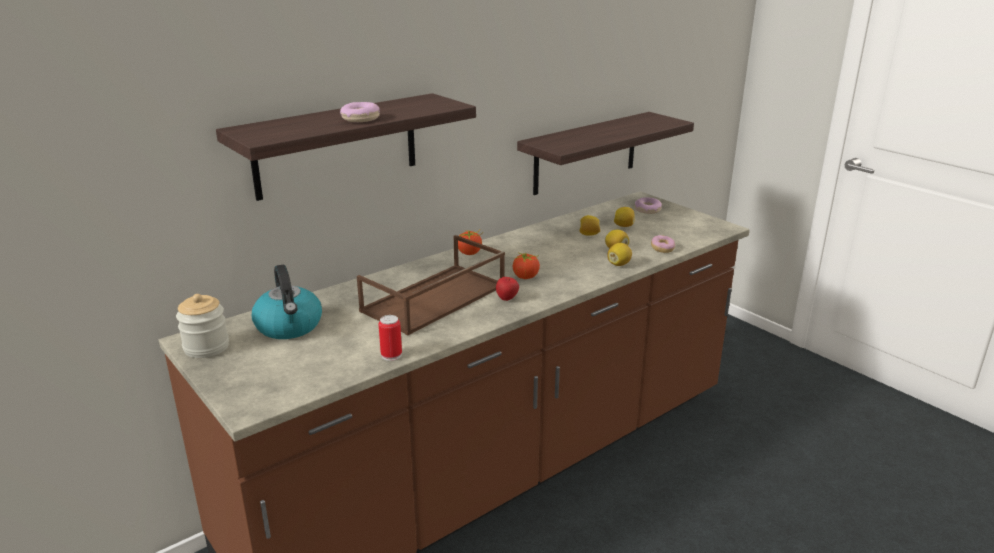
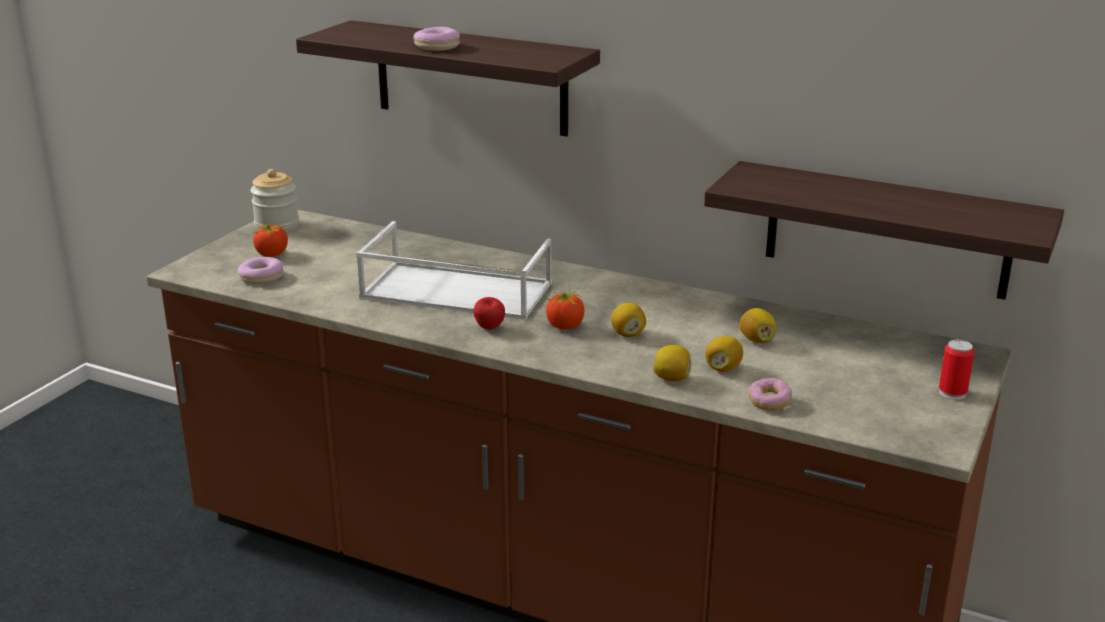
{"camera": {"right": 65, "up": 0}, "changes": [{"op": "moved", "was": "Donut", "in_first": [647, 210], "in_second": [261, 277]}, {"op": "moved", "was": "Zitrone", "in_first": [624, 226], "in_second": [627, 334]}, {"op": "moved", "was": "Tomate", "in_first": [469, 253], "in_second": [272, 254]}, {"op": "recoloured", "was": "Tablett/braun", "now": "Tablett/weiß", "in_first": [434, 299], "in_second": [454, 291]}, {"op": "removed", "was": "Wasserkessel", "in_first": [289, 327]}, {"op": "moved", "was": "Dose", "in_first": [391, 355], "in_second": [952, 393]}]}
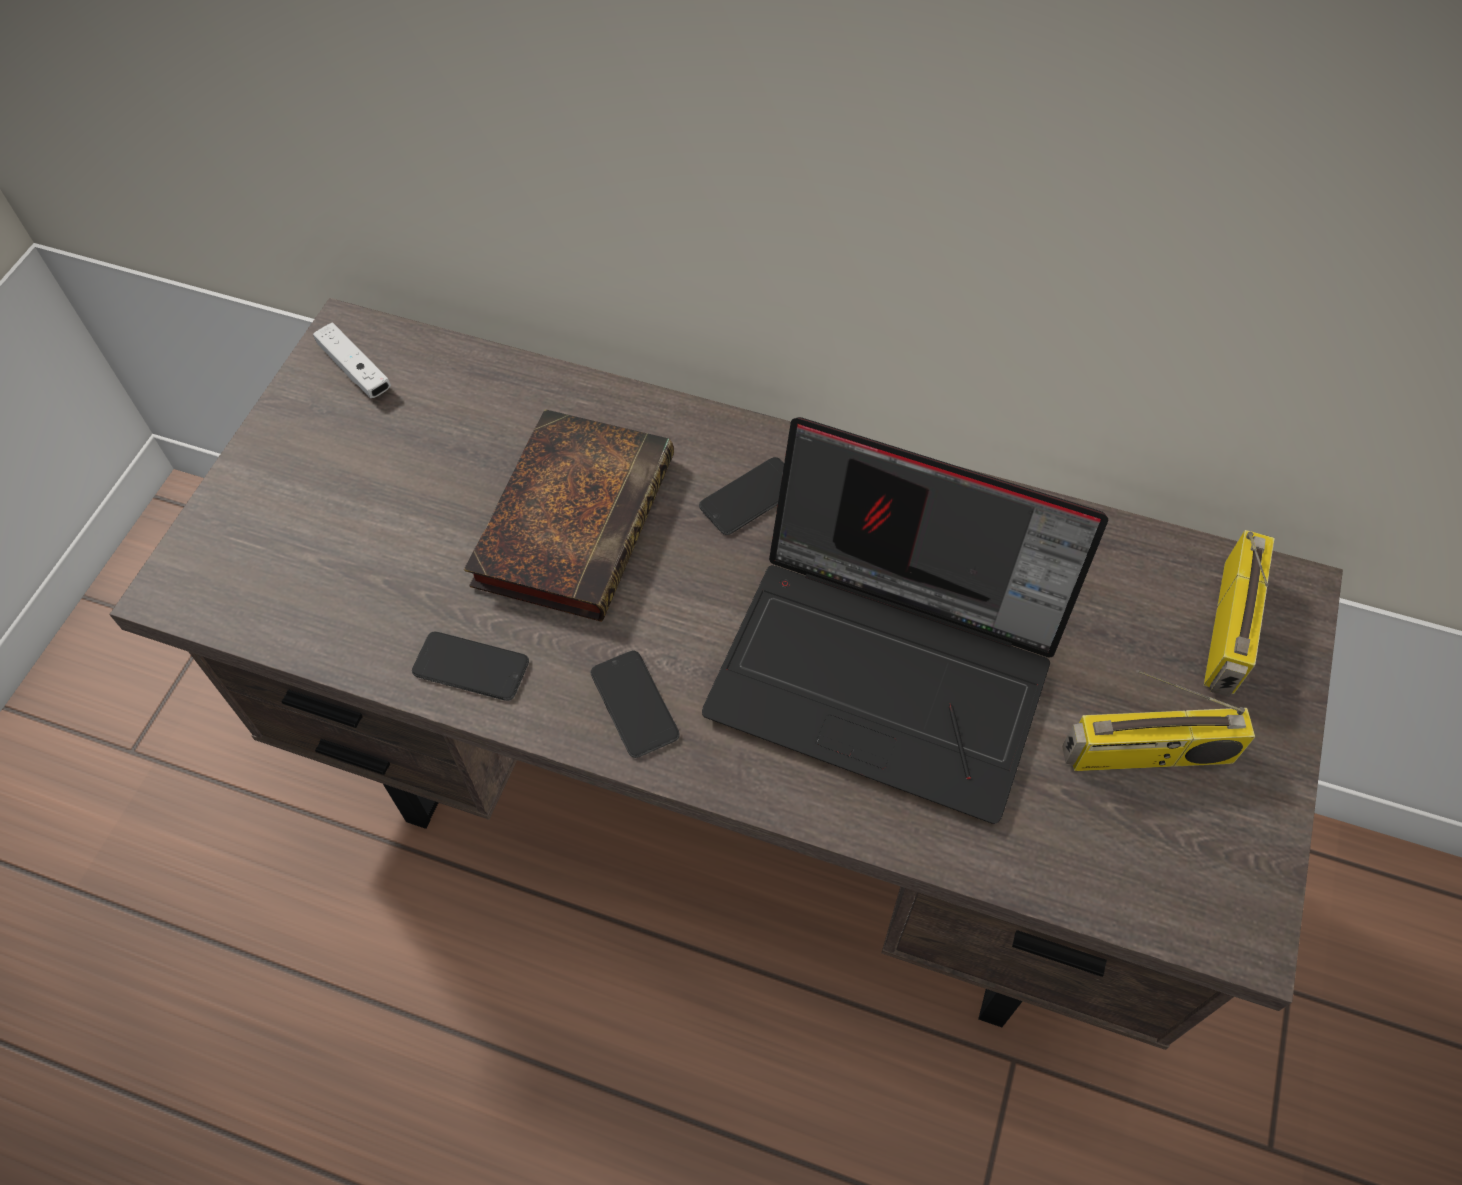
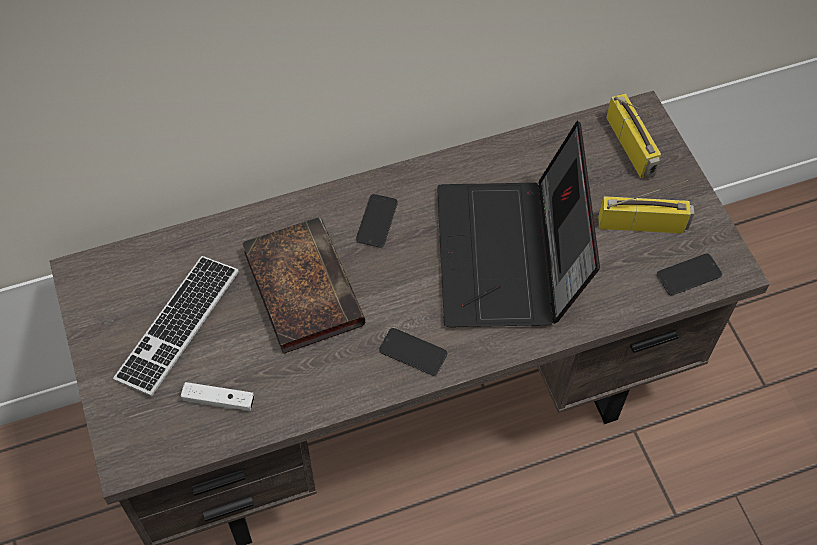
{"camera": {"right": -40, "up": 0}, "changes": [{"op": "moved", "was": "Gamepad/weiß", "in_first": [355, 370], "in_second": [219, 400]}, {"op": "turned", "was": "Laptop", "in_first": [891, 668], "in_second": [510, 257], "clockwise": 105}, {"op": "moved", "was": "Handy", "in_first": [471, 667], "in_second": [688, 275]}, {"op": "turned", "was": "Radio", "in_first": [1146, 755], "in_second": [642, 223], "clockwise": -135}, {"op": "added", "now": "Tastatur", "in_second": [178, 326]}]}
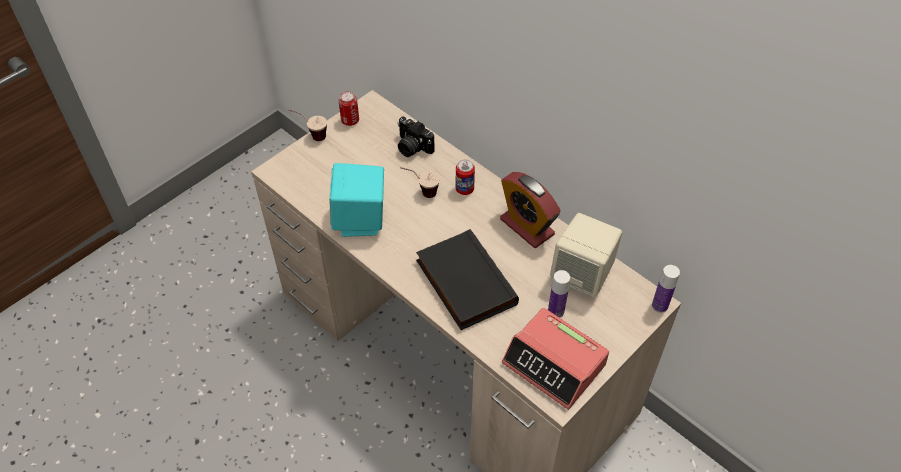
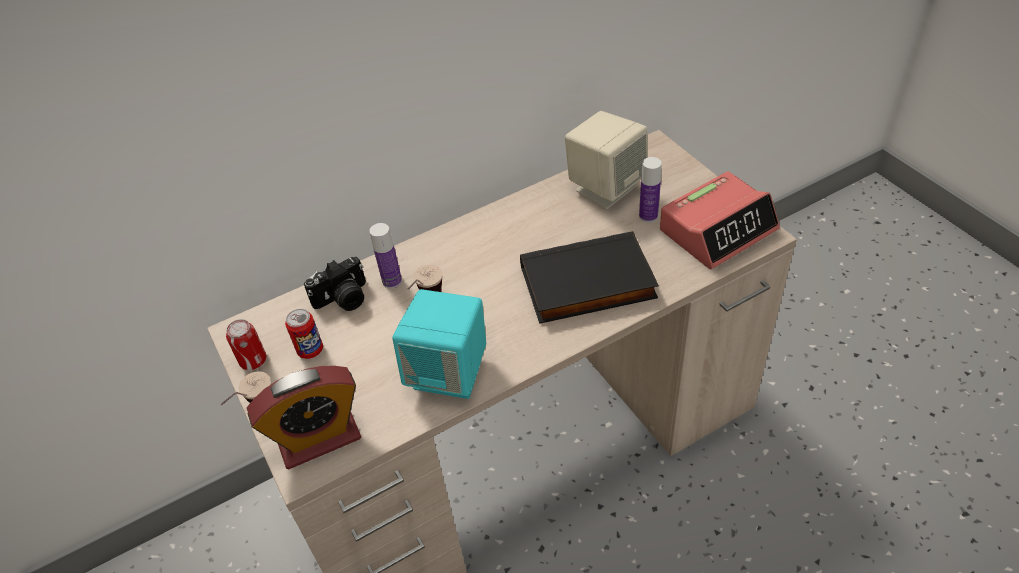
{"camera": {"right": -70, "up": -5}, "changes": [{"op": "moved", "was": "Dose", "in_first": [464, 189], "in_second": [310, 350]}, {"op": "moved", "was": "Wecker", "in_first": [527, 226], "in_second": [319, 438]}, {"op": "moved", "was": "Flasche", "in_first": [659, 306], "in_second": [392, 281]}]}
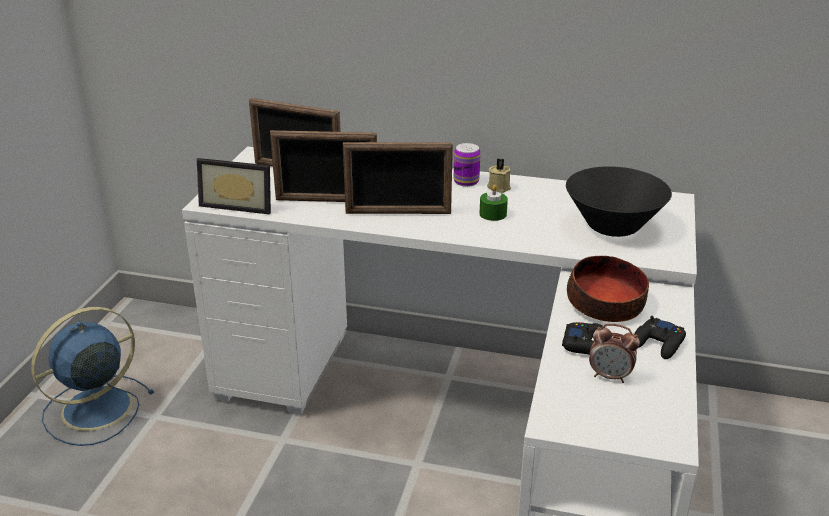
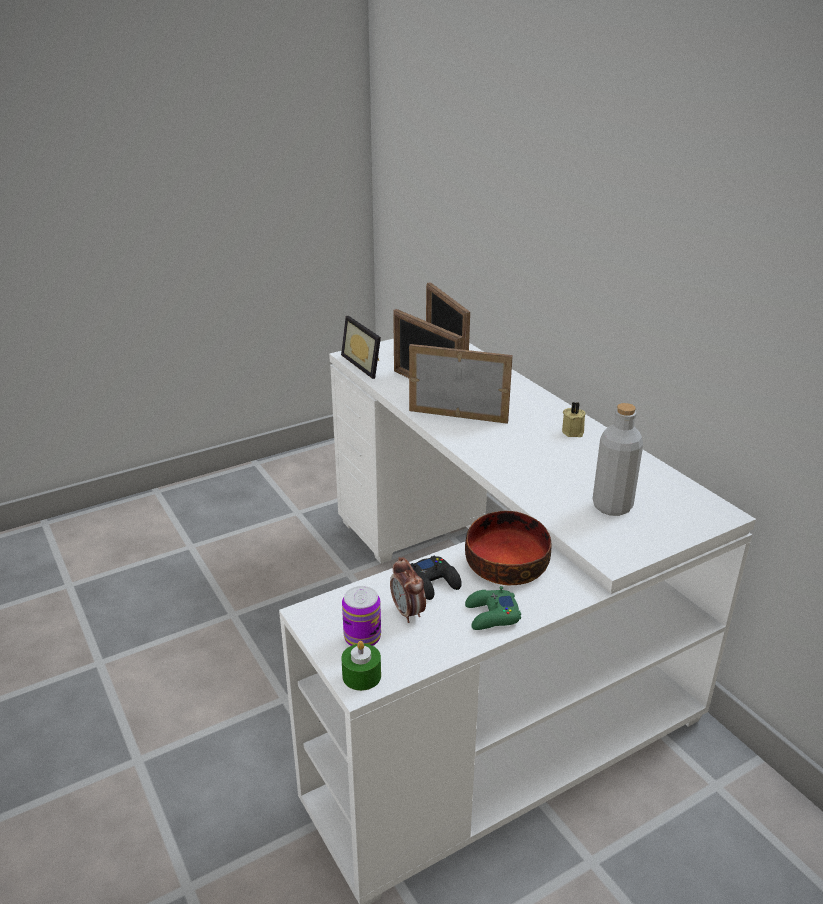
{"camera": {"right": 45, "up": 0}, "changes": [{"op": "turned", "was": "Bilderrahmen", "in_first": [398, 213], "in_second": [458, 415], "clockwise": 150}, {"op": "moved", "was": "Dose", "in_first": [466, 181], "in_second": [362, 637]}, {"op": "replaced", "was": "Schüssel/schwarz", "now": "Flasche/grau", "in_first": [613, 226], "in_second": [612, 506]}, {"op": "moved", "was": "Kerze/grün", "in_first": [493, 214], "in_second": [361, 676]}, {"op": "removed", "was": "Ventilator/blau", "in_first": [94, 409]}, {"op": "recoloured", "was": "Gamepad/schwarz", "now": "Gamepad/grün", "in_first": [658, 343], "in_second": [491, 615]}]}
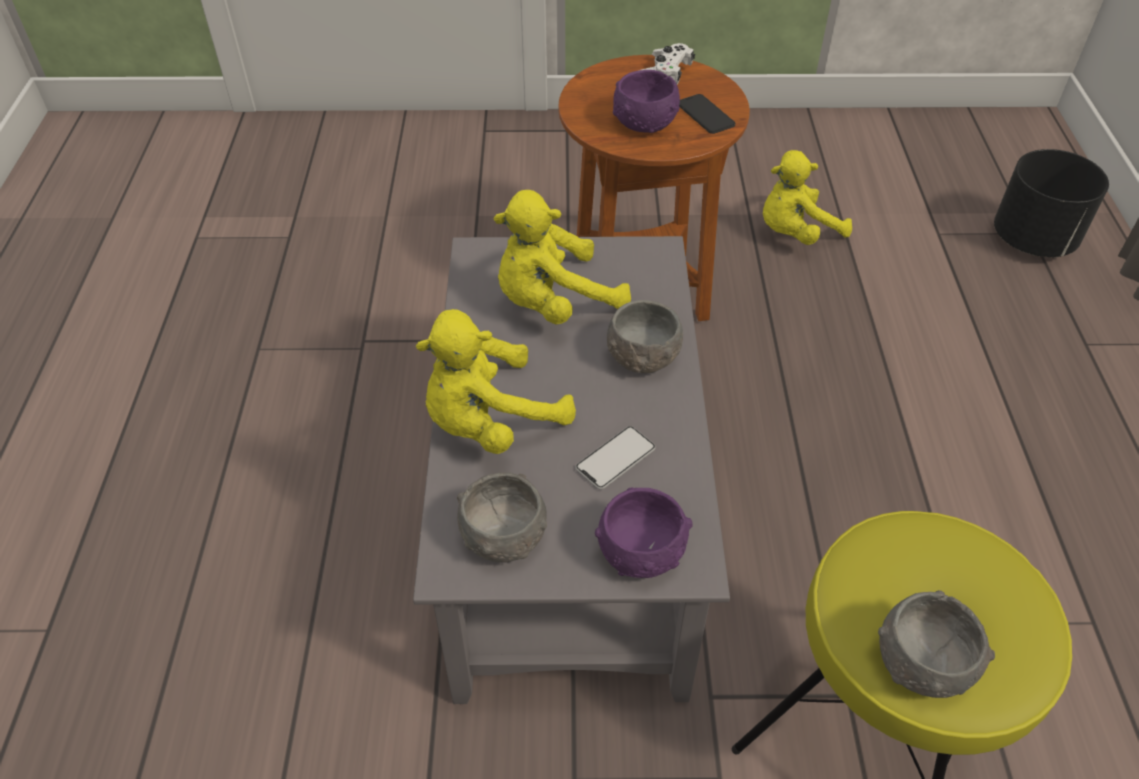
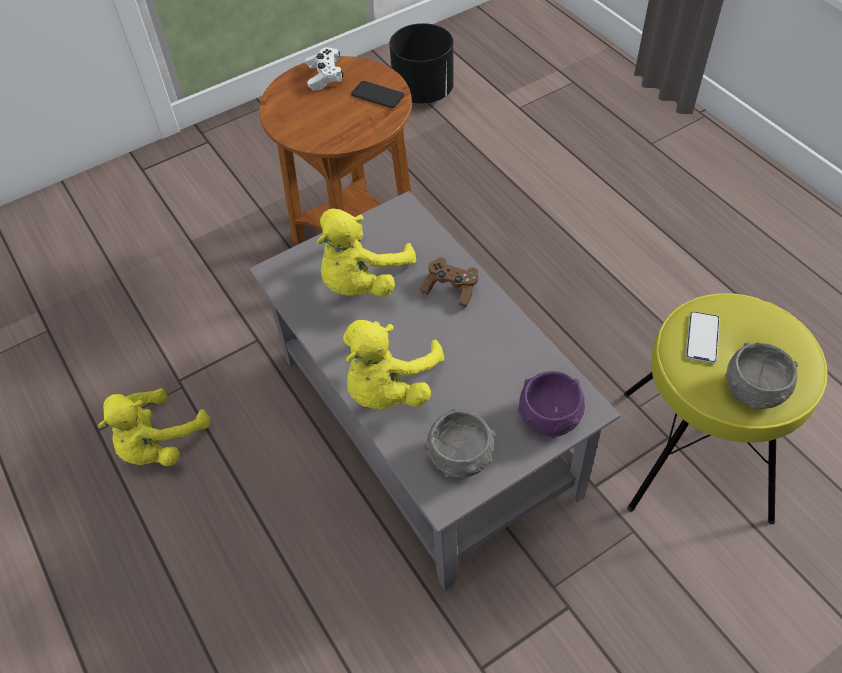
{"camera": {"right": -30, "up": 5}, "changes": [{"op": "removed", "was": "Schüssel/lila", "in_first": [645, 122]}, {"op": "moved", "was": "Pflanzkübel/schwarz", "in_first": [1033, 240], "in_second": [423, 92]}, {"op": "moved", "was": "Plüschtier/gelb", "in_first": [795, 233], "in_second": [159, 444]}, {"op": "replaced", "was": "Schüssel/grau", "now": "Gamepad/braun", "in_first": [643, 356], "in_second": [450, 288]}, {"op": "moved", "was": "Handy", "in_first": [615, 458], "in_second": [702, 338]}]}
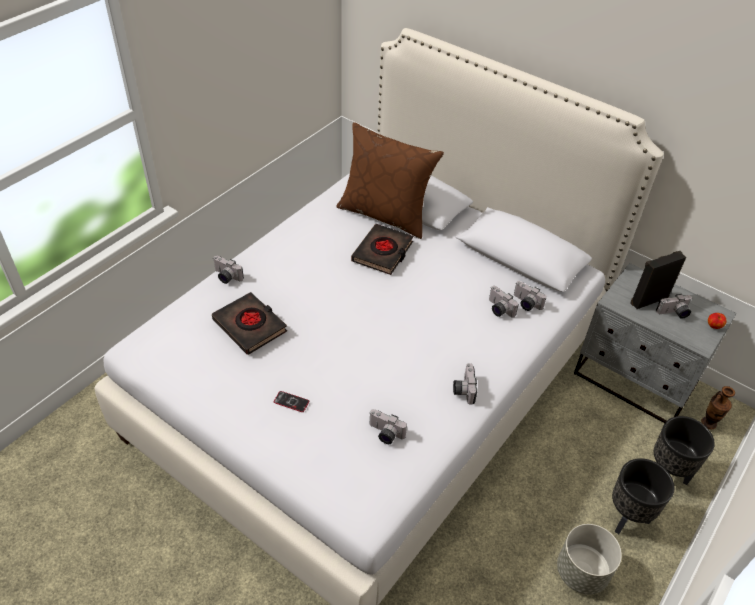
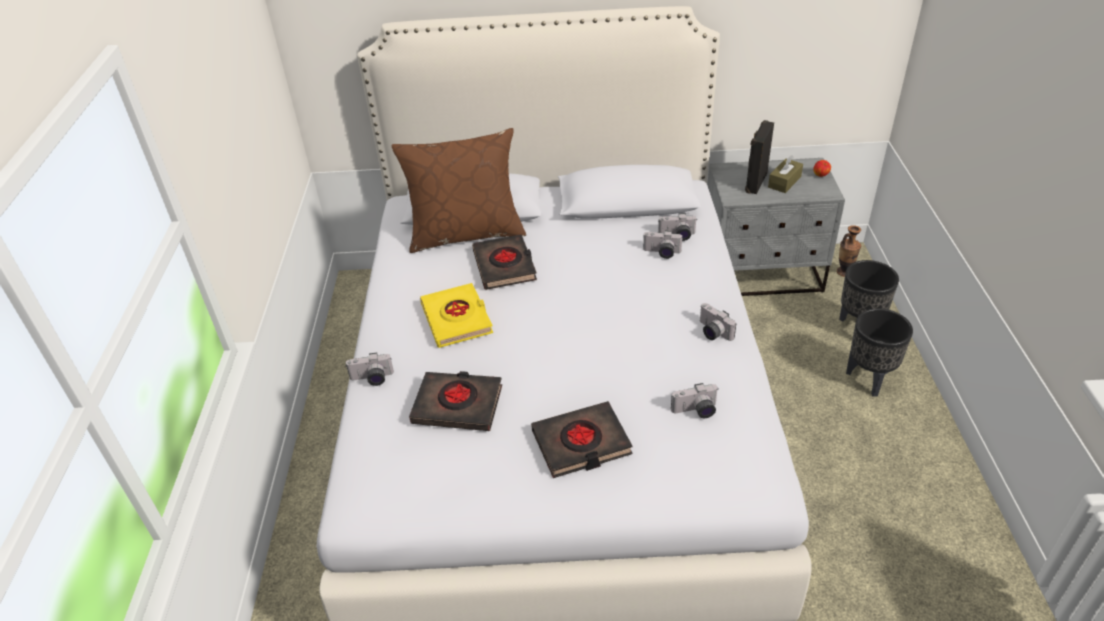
{"camera": {"right": -35, "up": -5}, "changes": [{"op": "replaced", "was": "Kamera", "now": "Taschentuchbox/braun", "in_first": [673, 313], "in_second": [784, 182]}, {"op": "replaced", "was": "Handy", "now": "Buch/schwarz", "in_first": [291, 402], "in_second": [581, 444]}, {"op": "removed", "was": "Pflanzkübel/grau", "in_first": [582, 572]}, {"op": "added", "now": "Buch/gelb", "in_second": [457, 319]}]}
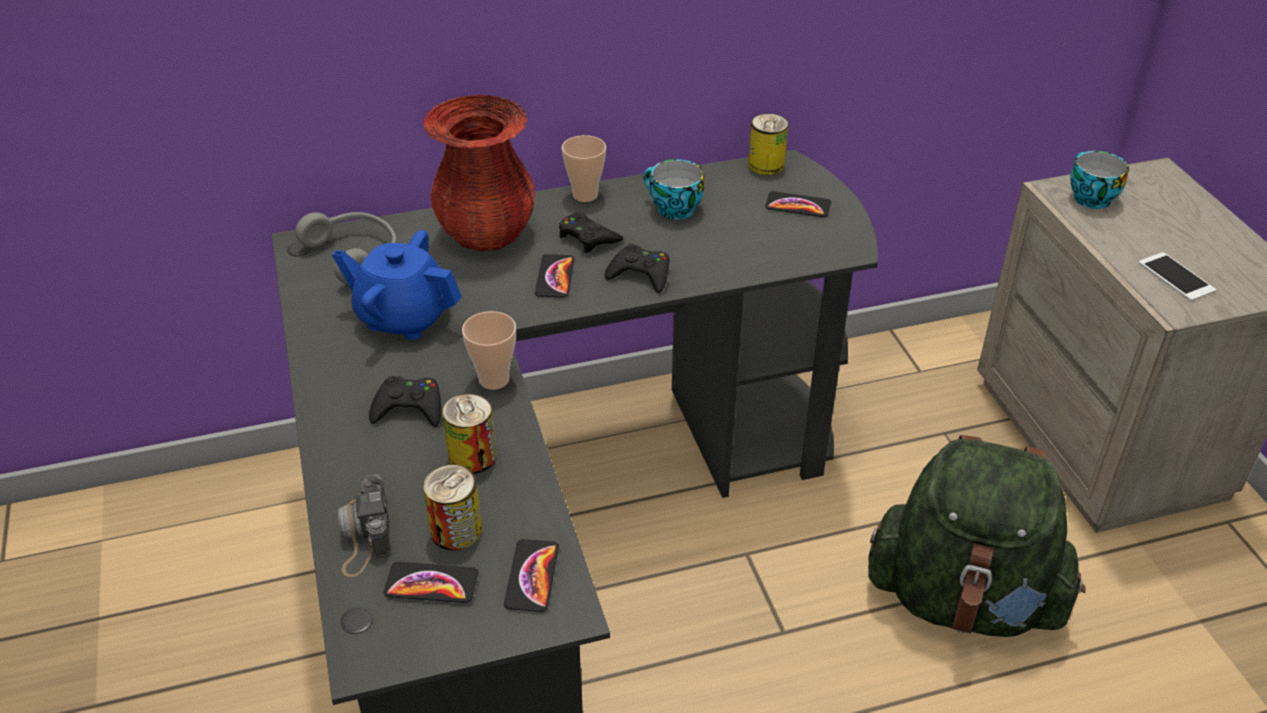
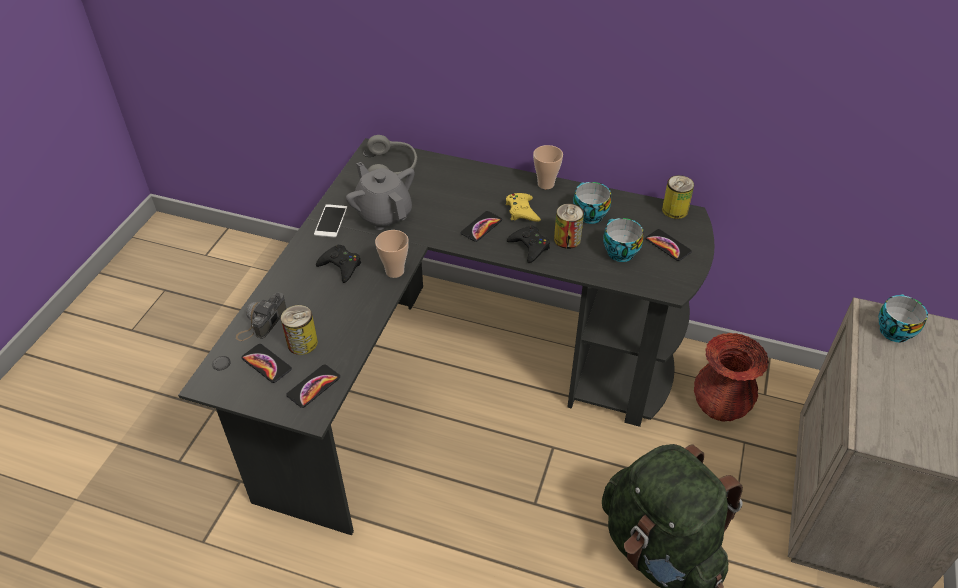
{"camera": {"right": 35, "up": 5}, "changes": [{"op": "moved", "was": "Vase/rot", "in_first": [486, 234], "in_second": [719, 406]}, {"op": "recoloured", "was": "Gamepad/schwarz", "now": "Gamepad/gelb", "in_first": [588, 238], "in_second": [522, 211]}, {"op": "recoloured", "was": "Teekanne/blau", "now": "Teekanne/grau", "in_first": [403, 317], "in_second": [384, 214]}, {"op": "moved", "was": "Handy", "in_first": [1176, 277], "in_second": [331, 221]}, {"op": "moved", "was": "Dose", "in_first": [472, 456], "in_second": [567, 239]}, {"op": "added", "now": "Tasse", "in_second": [618, 252]}]}
